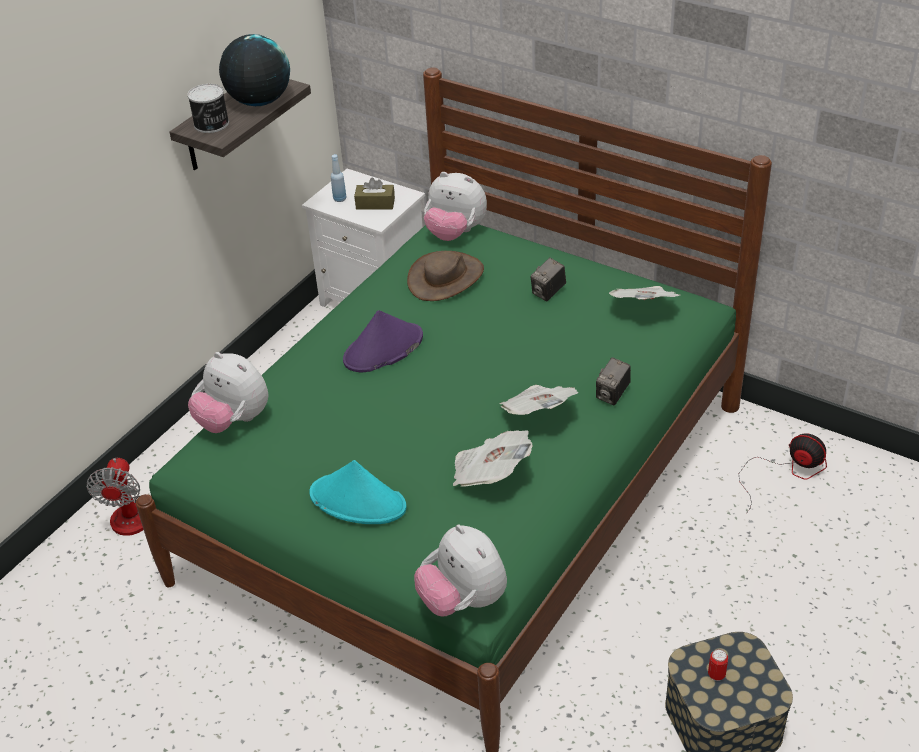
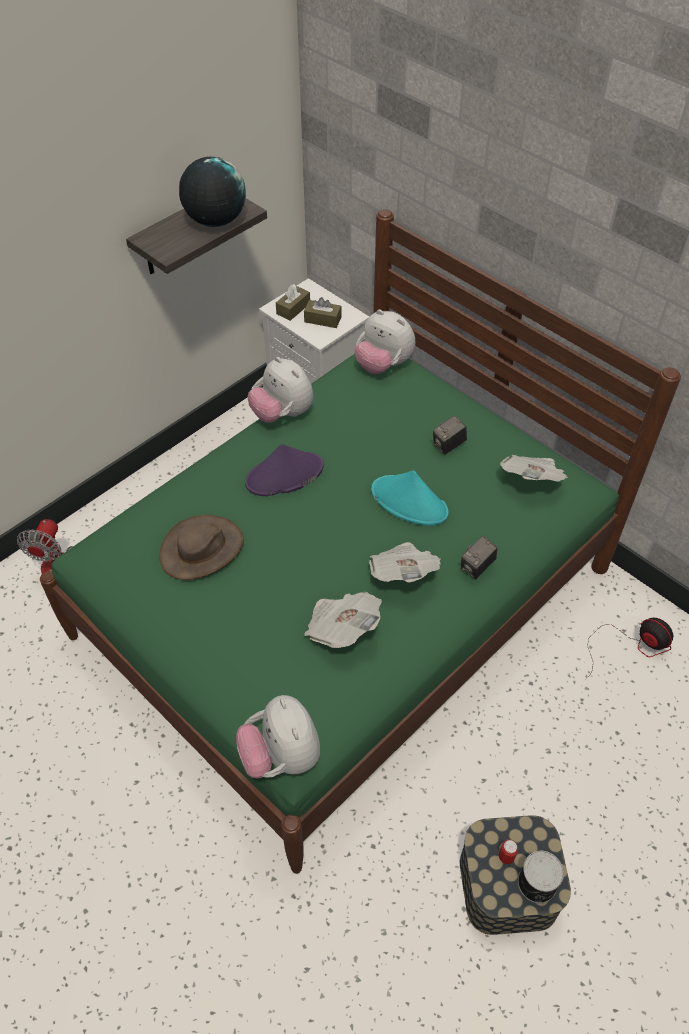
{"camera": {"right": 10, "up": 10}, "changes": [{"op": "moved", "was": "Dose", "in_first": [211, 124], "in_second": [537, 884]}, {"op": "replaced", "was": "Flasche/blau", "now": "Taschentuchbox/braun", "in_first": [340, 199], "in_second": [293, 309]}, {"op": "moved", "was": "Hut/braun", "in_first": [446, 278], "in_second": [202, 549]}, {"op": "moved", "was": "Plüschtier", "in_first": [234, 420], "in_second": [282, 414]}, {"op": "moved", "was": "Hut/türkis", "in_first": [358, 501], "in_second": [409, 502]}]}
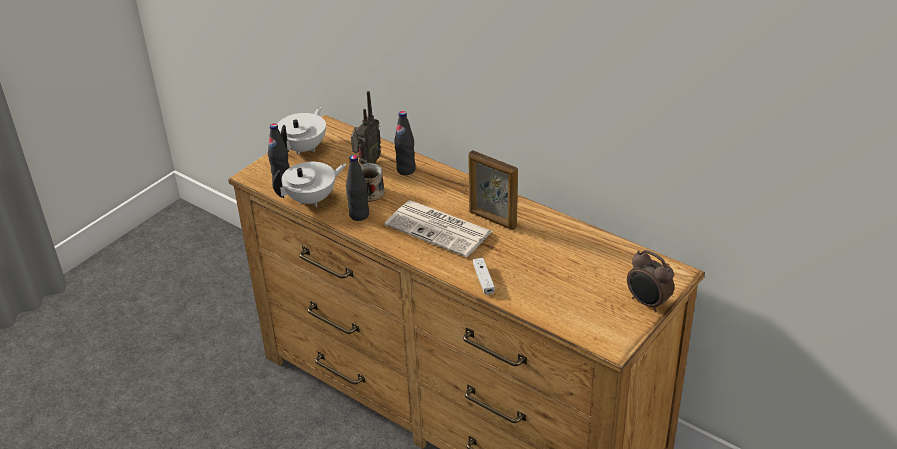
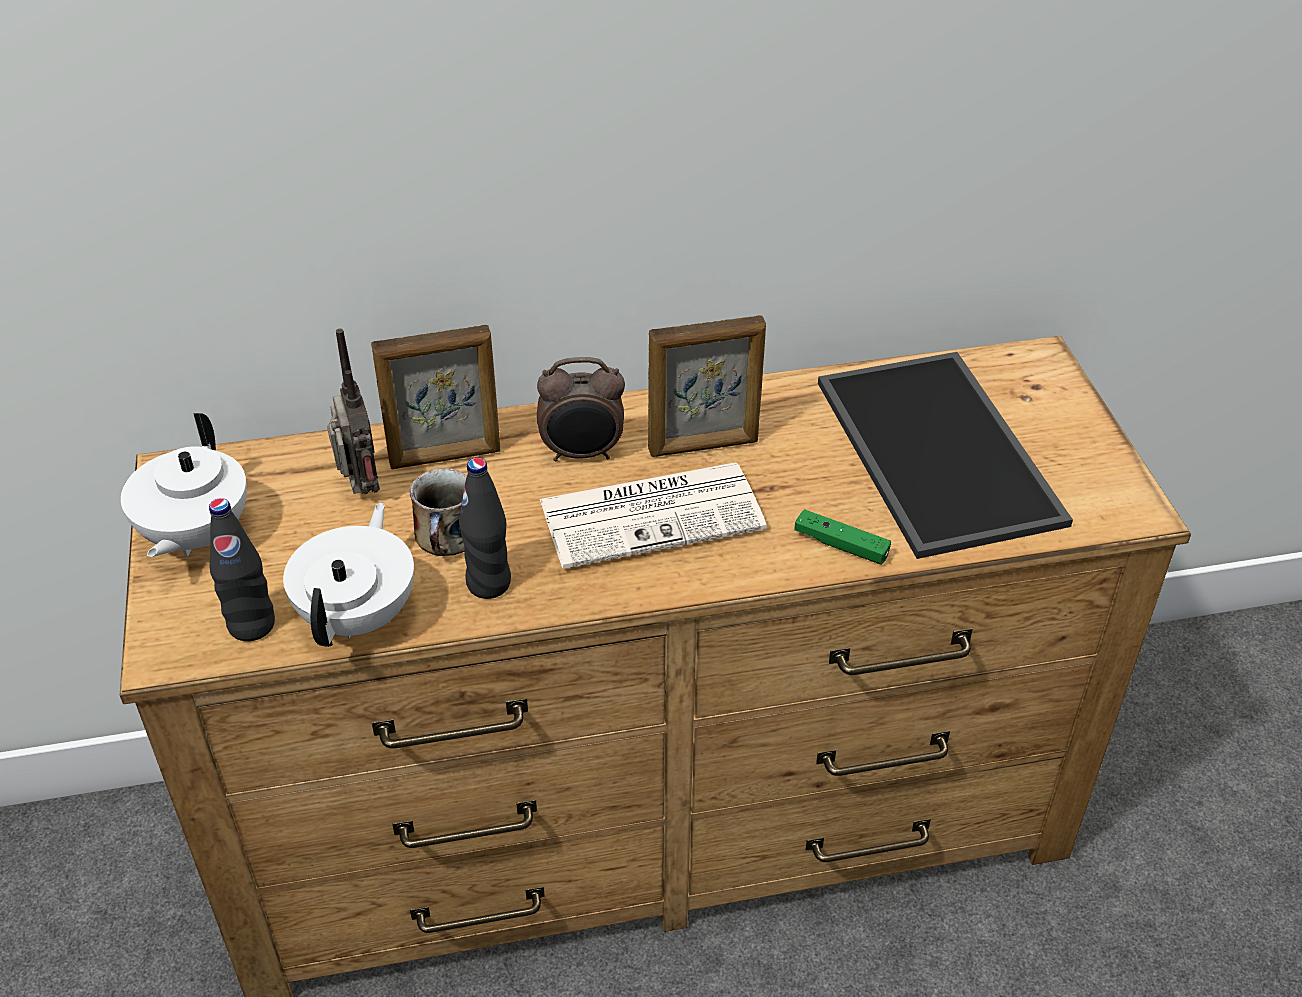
{"camera": {"right": -50, "up": 5}, "changes": [{"op": "turned", "was": "Teekanne/weiß", "in_first": [304, 148], "in_second": [195, 536], "clockwise": -150}, {"op": "replaced", "was": "Flasche/schwarz", "now": "Bilderrahmen", "in_first": [406, 170], "in_second": [445, 457]}, {"op": "moved", "was": "Wecker", "in_first": [647, 303], "in_second": [582, 454]}, {"op": "recoloured", "was": "Gamepad/weiß", "now": "Gamepad/grün", "in_first": [483, 280], "in_second": [841, 545]}, {"op": "added", "now": "Tablett", "in_second": [943, 452]}]}
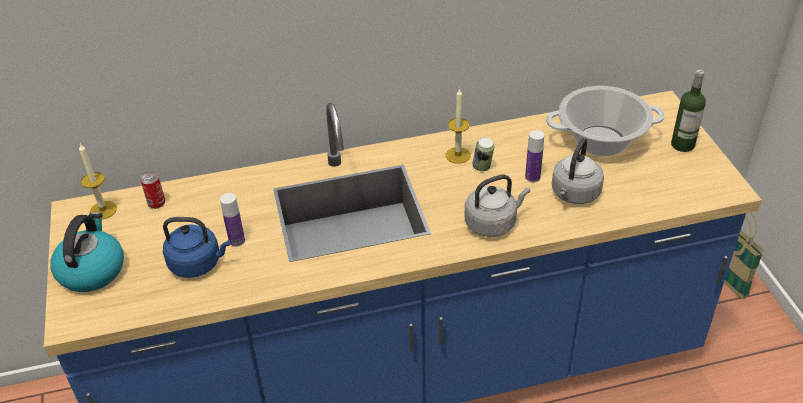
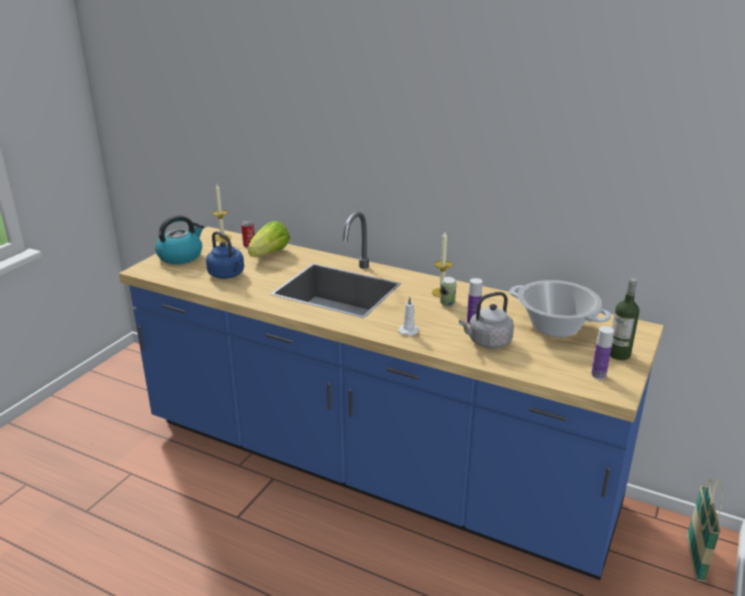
{"camera": {"right": 40, "up": -15}, "changes": [{"op": "replaced", "was": "Wasserkessel/grau", "now": "Kerze/weiß", "in_first": [493, 223], "in_second": [409, 330]}, {"op": "moved", "was": "Flasche", "in_first": [237, 241], "in_second": [598, 375]}, {"op": "added", "now": "Salatkopf", "in_second": [270, 254]}]}
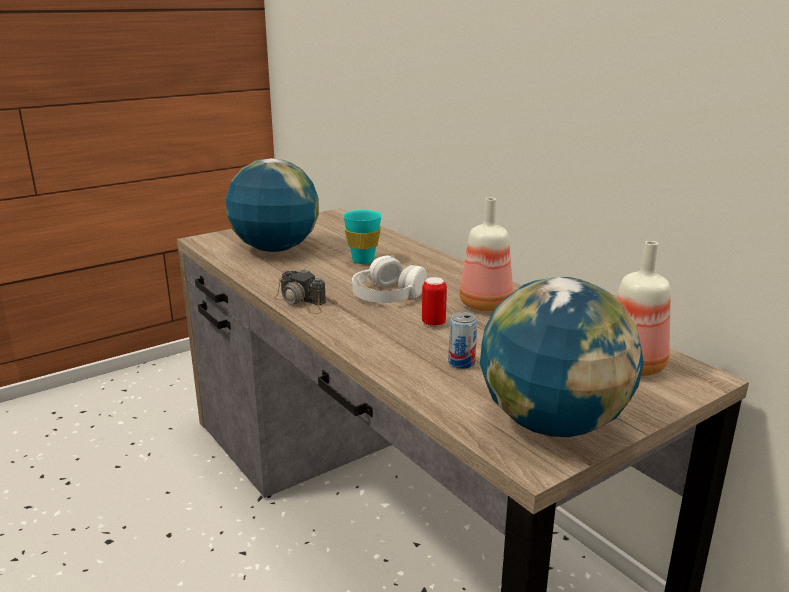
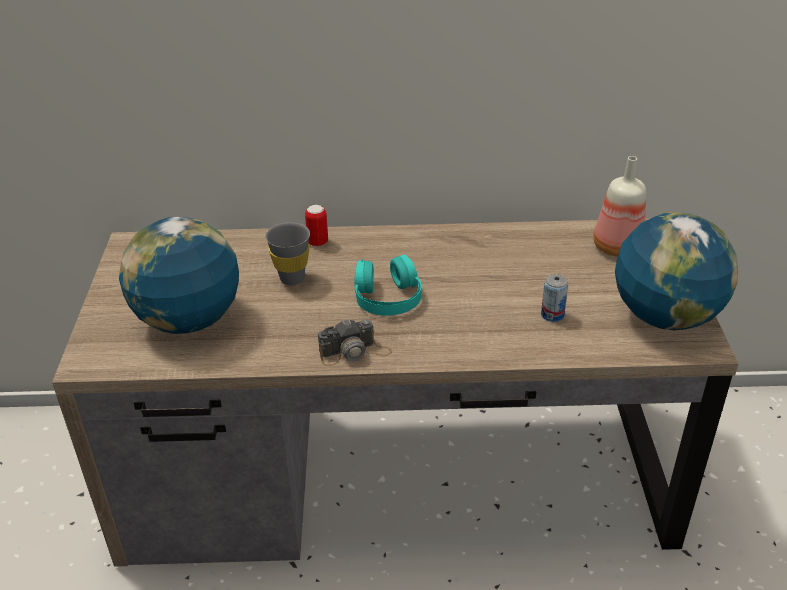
{"camera": {"right": -55, "up": 15}, "changes": [{"op": "removed", "was": "Flasche", "in_first": [487, 305]}, {"op": "recoloured", "was": "Tasse/türkis", "now": "Tasse/grau", "in_first": [363, 260], "in_second": [292, 278]}, {"op": "recoloured", "was": "Kopfhörer/weiß", "now": "Kopfhörer/türkis", "in_first": [387, 293], "in_second": [387, 296]}, {"op": "moved", "was": "Dose", "in_first": [433, 323], "in_second": [318, 242]}]}
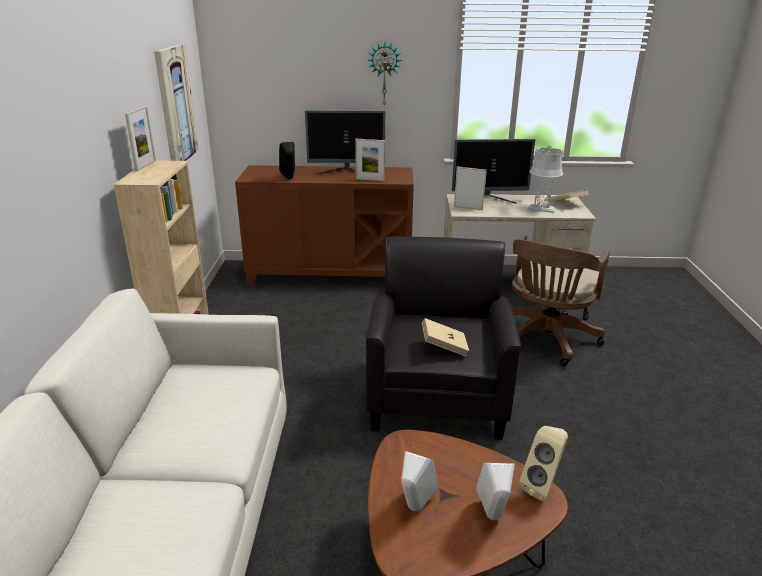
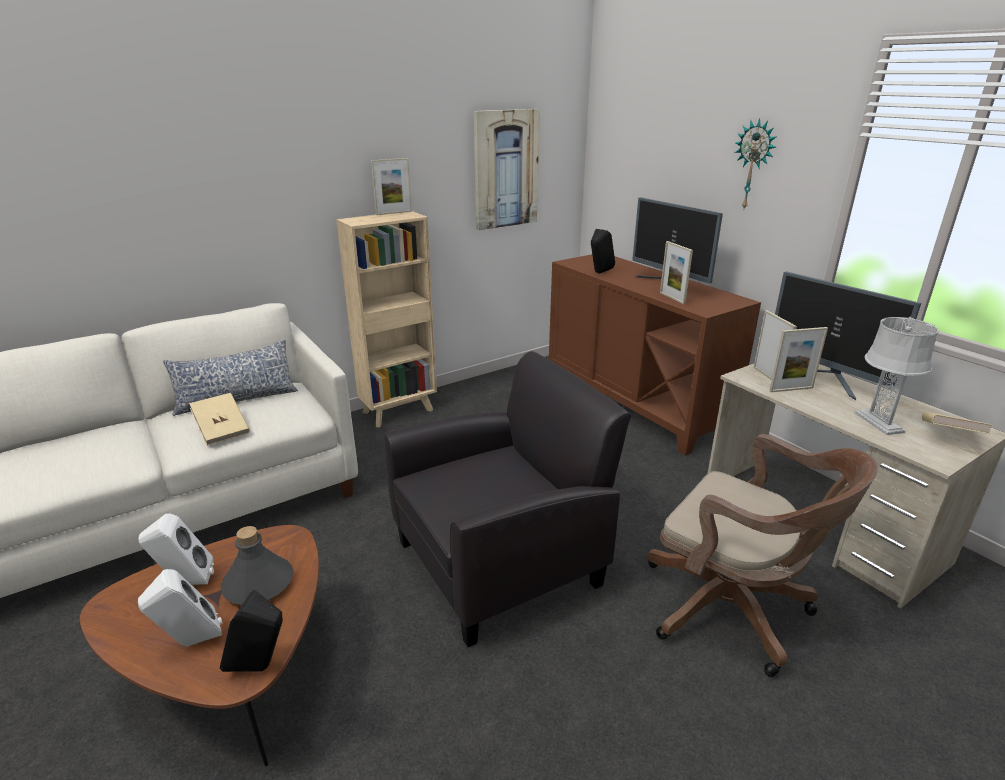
{"camera": {"right": 55, "up": 0}, "changes": [{"op": "turned", "was": "Bürostuhl/braun", "in_first": [546, 340], "in_second": [733, 610], "clockwise": -135}, {"op": "moved", "was": "Buch/beige", "in_first": [444, 347], "in_second": [222, 430]}, {"op": "recoloured", "was": "Lautsprecher/beige", "now": "Lautsprecher/schwarz", "in_first": [542, 487], "in_second": [261, 668]}, {"op": "added", "now": "Bilderrahmen", "in_second": [791, 389]}, {"op": "added", "now": "Kissen", "in_second": [236, 399]}, {"op": "added", "now": "Flasche/grau", "in_second": [259, 585]}]}
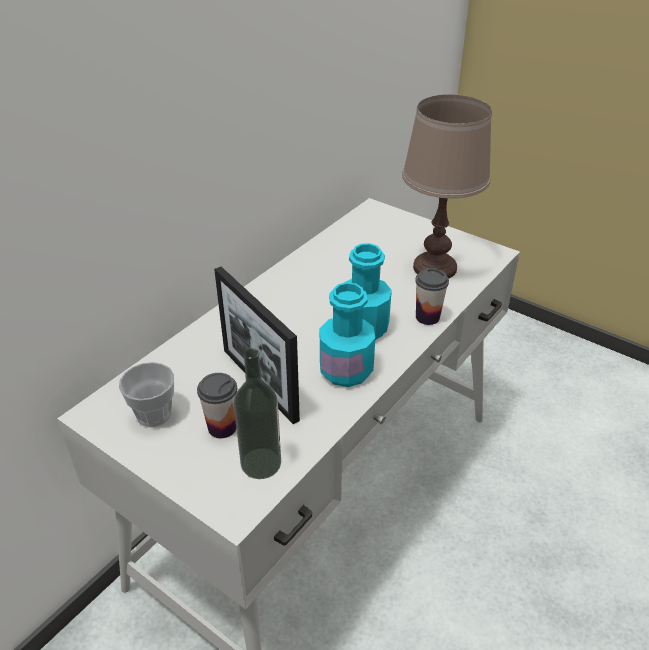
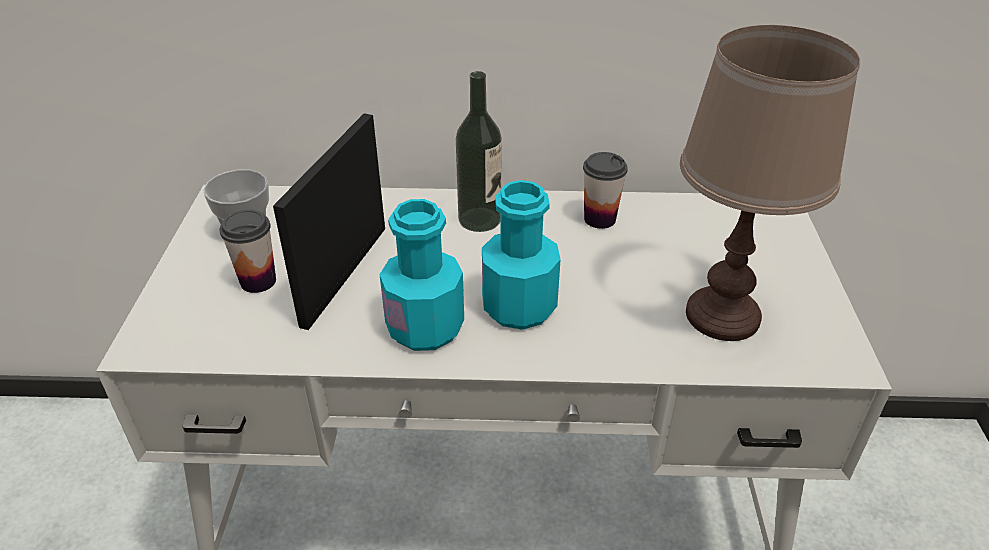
{"camera": {"right": 55, "up": 0}, "changes": [{"op": "moved", "was": "Tasse", "in_first": [427, 317], "in_second": [599, 219]}, {"op": "moved", "was": "Flasche", "in_first": [261, 463], "in_second": [479, 219]}]}
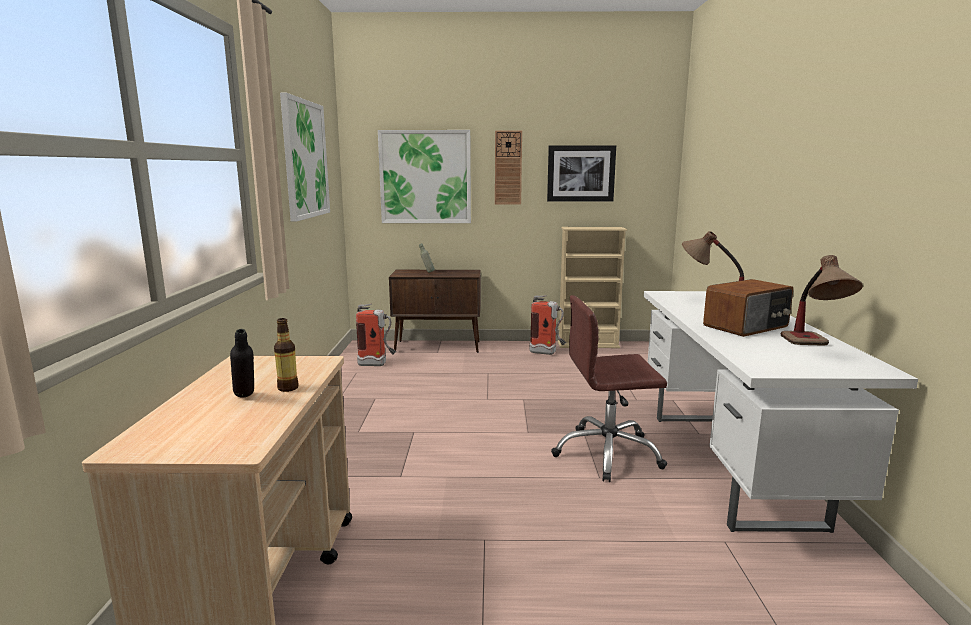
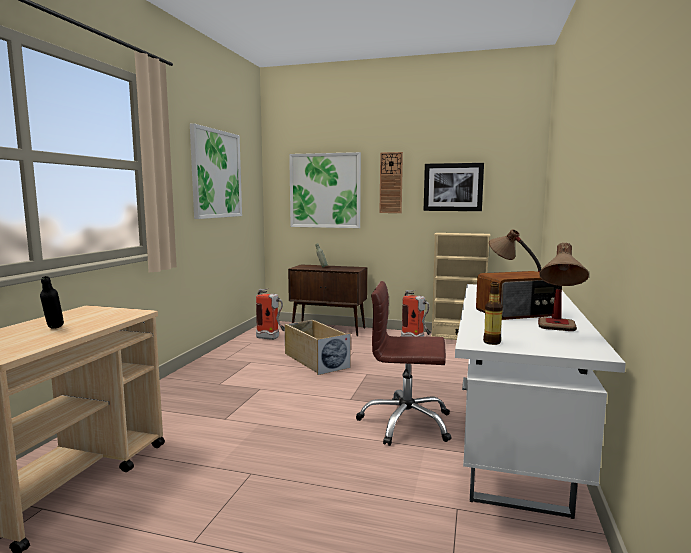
{"camera": {"right": 15, "up": -5}, "changes": [{"op": "moved", "was": "Flasche", "in_first": [288, 388], "in_second": [491, 342]}, {"op": "added", "now": "Aufbewahrungsbox/beige", "in_second": [315, 360]}]}
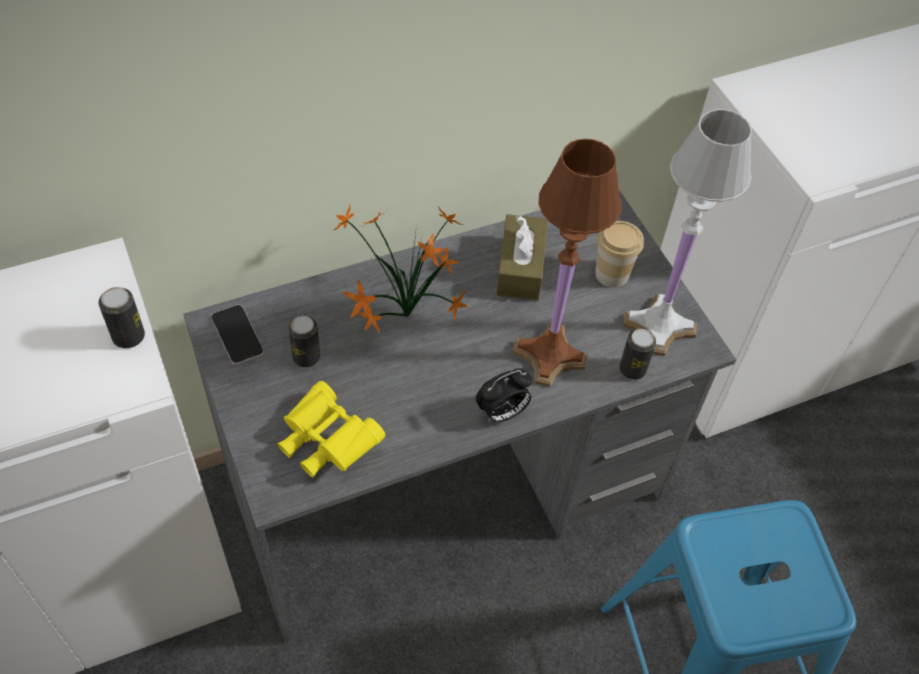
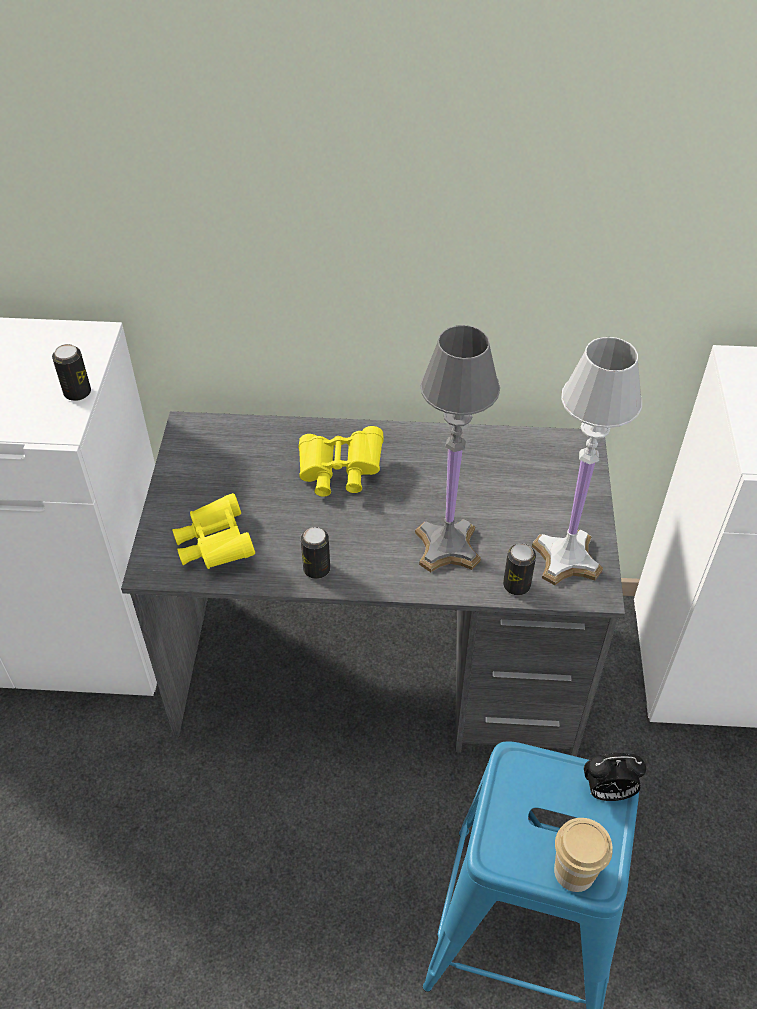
{"camera": {"right": 30, "up": -5}, "changes": [{"op": "recoloured", "was": "Tischlampe/braun", "now": "Tischlampe/grau", "in_first": [550, 355], "in_second": [448, 546]}, {"op": "replaced", "was": "Topfpflanze", "now": "Fernglas/gelb", "in_first": [403, 318], "in_second": [339, 473]}, {"op": "removed", "was": "Taschentuchbox/braun", "in_first": [520, 268]}, {"op": "moved", "was": "Tasse", "in_first": [612, 274], "in_second": [574, 871]}, {"op": "removed", "was": "Handy", "in_first": [237, 335]}, {"op": "moved", "was": "Dose", "in_first": [306, 357], "in_second": [316, 569]}, {"op": "moved", "was": "Wecker", "in_first": [502, 413], "in_second": [607, 791]}]}
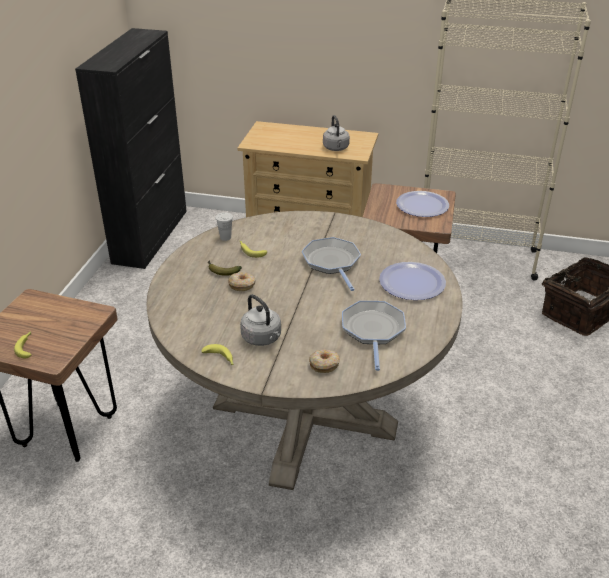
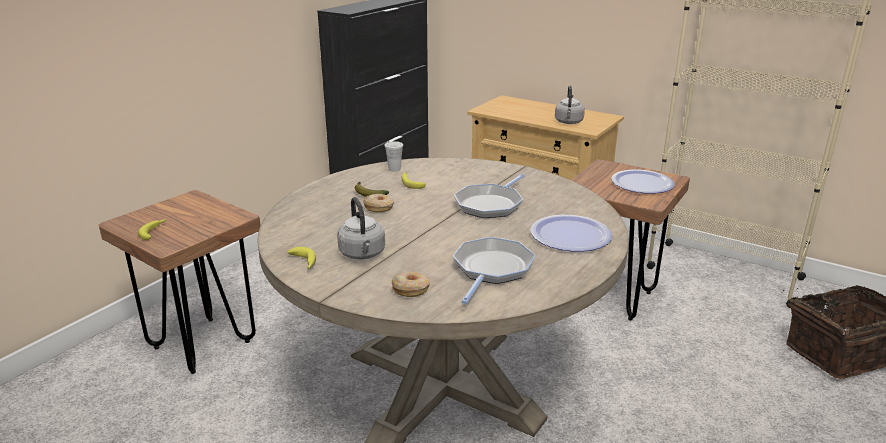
{"camera": {"right": 20, "up": -10}, "changes": [{"op": "turned", "was": "Pfanne", "in_first": [332, 262], "in_second": [490, 204], "clockwise": -150}]}
